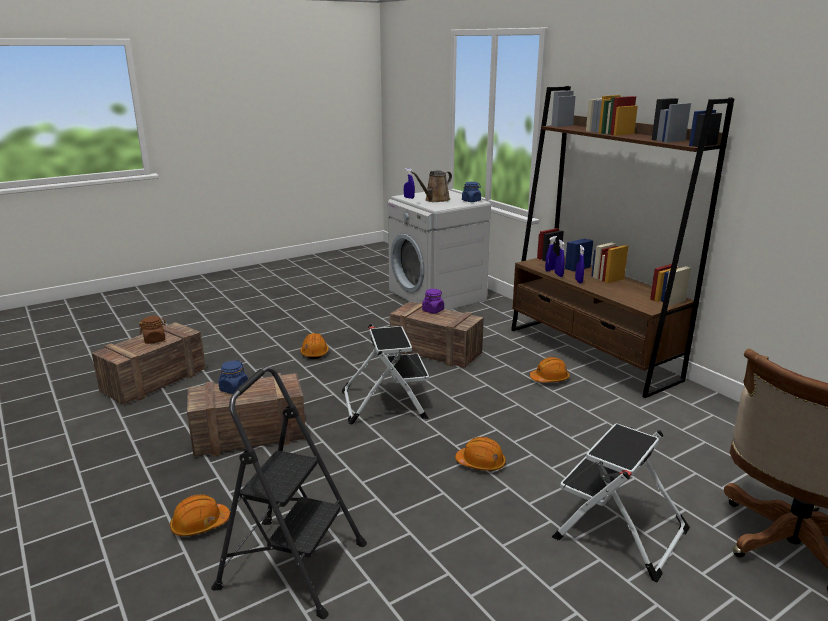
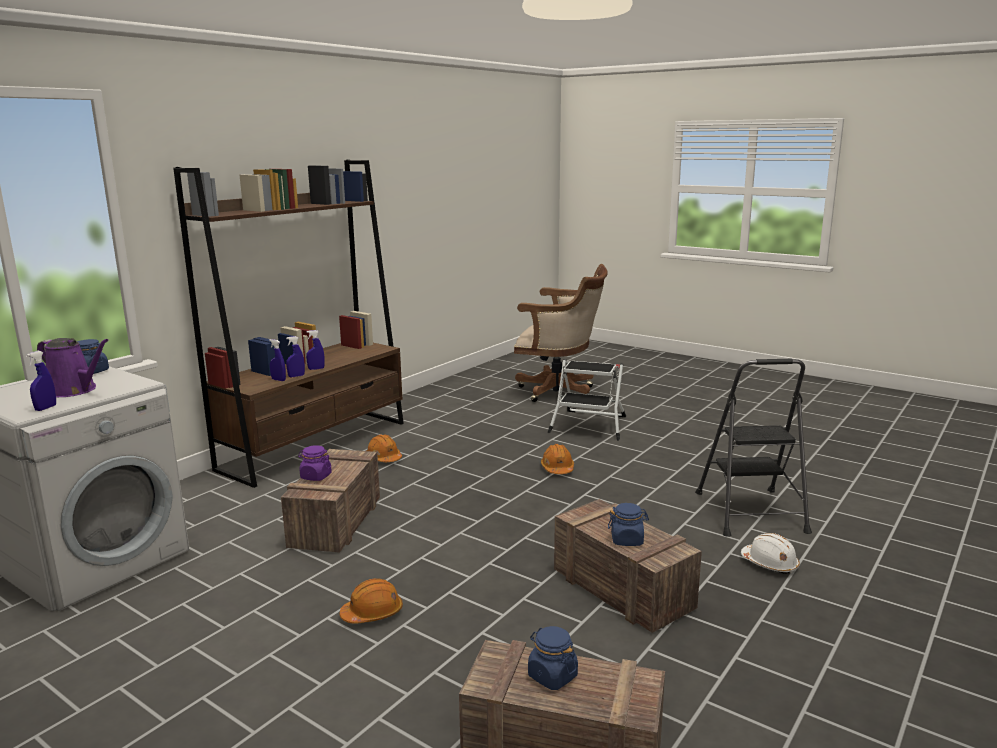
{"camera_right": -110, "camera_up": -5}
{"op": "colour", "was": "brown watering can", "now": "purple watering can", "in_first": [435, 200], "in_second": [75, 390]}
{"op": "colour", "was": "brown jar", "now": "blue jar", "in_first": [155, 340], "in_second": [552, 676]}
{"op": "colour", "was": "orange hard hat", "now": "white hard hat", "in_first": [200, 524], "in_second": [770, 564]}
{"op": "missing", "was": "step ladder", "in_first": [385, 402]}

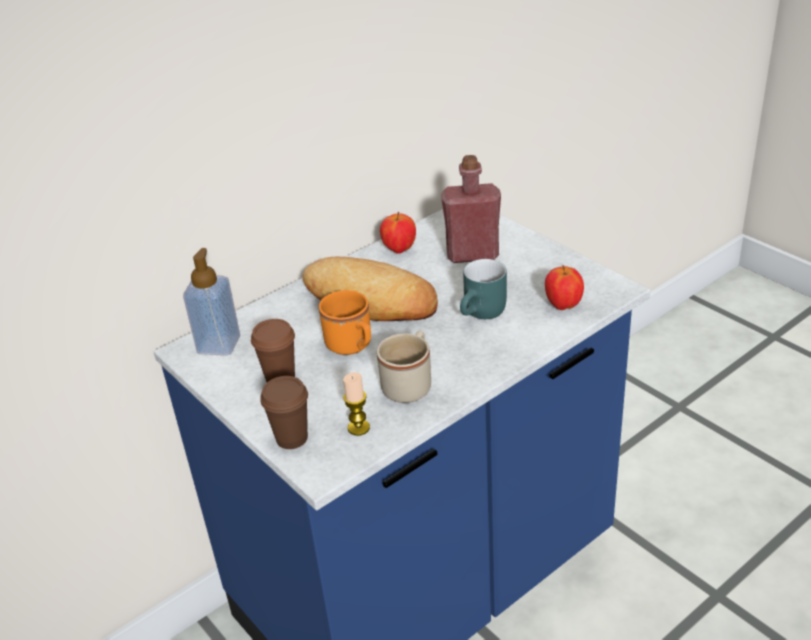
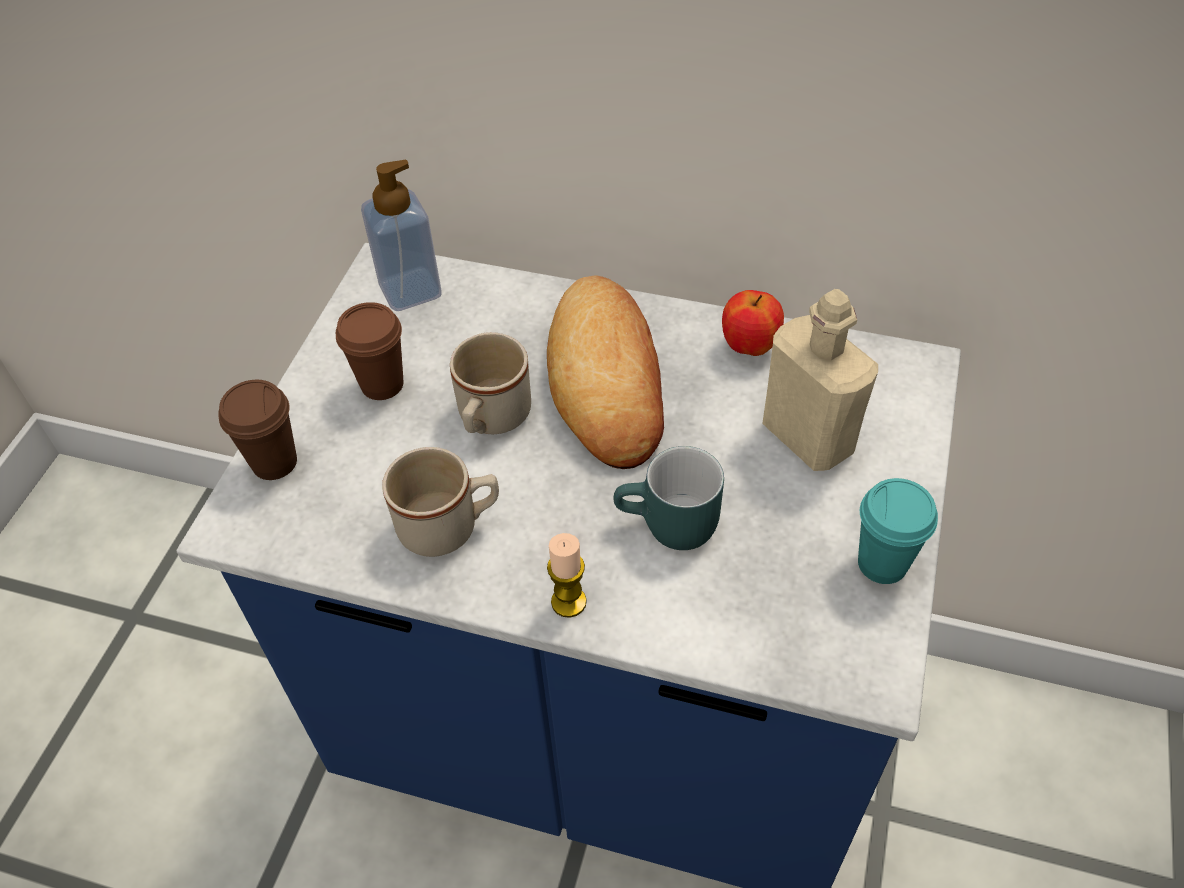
{"camera_right": 55, "camera_up": 15}
{"op": "colour", "was": "orange mug", "now": "beige mug", "in_first": [352, 346], "in_second": [491, 420]}
{"op": "relocated", "was": "candle", "in_first": [358, 428], "in_second": [568, 602]}
{"op": "colour", "was": "red bottle", "now": "beige bottle", "in_first": [472, 255], "in_second": [808, 437]}
{"op": "appeared", "now": "turquoise cup", "in_second": [882, 563]}
{"op": "missing", "was": "apple", "in_first": [563, 305]}

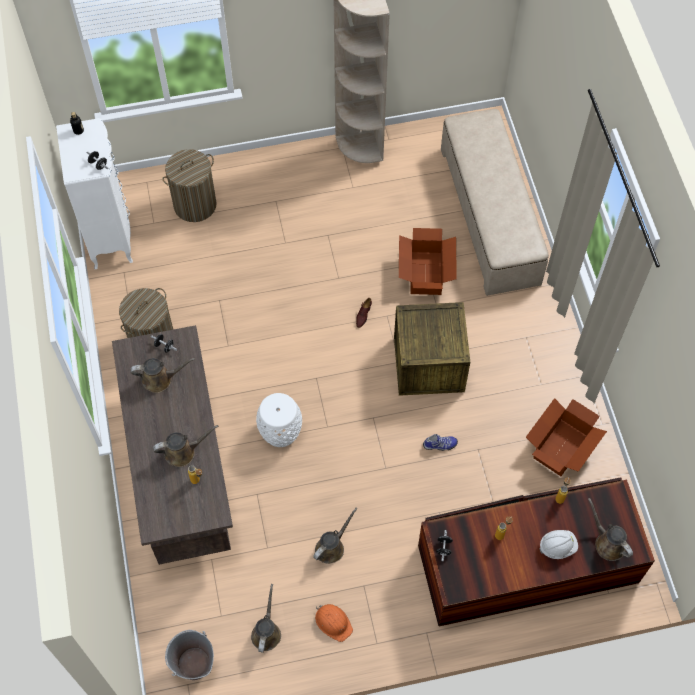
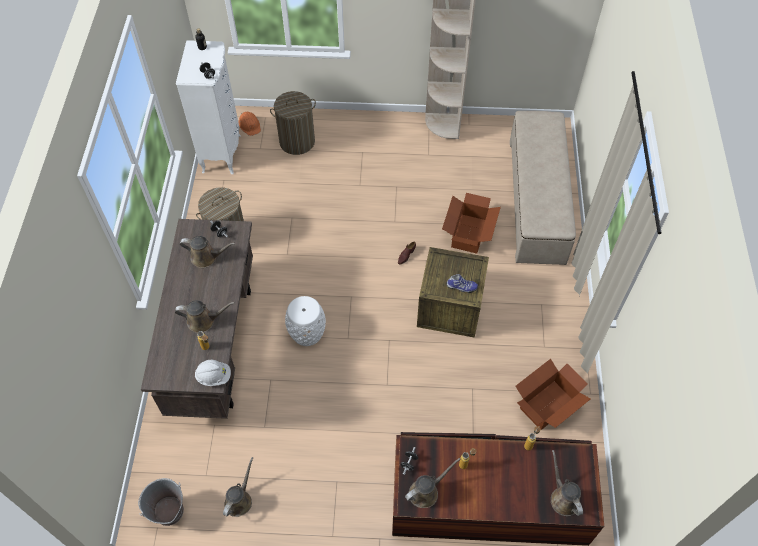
{"camera_right": 15, "camera_up": -5}
{"op": "relocated", "was": "white hard hat", "in_first": [557, 546], "in_second": [214, 376]}
{"op": "relocated", "was": "orange hard hat", "in_first": [333, 622], "in_second": [249, 125]}
{"op": "relocated", "was": "brown watering can", "in_first": [331, 547], "in_second": [426, 491]}
{"op": "relocated", "was": "shoe", "in_first": [440, 445], "in_second": [461, 287]}

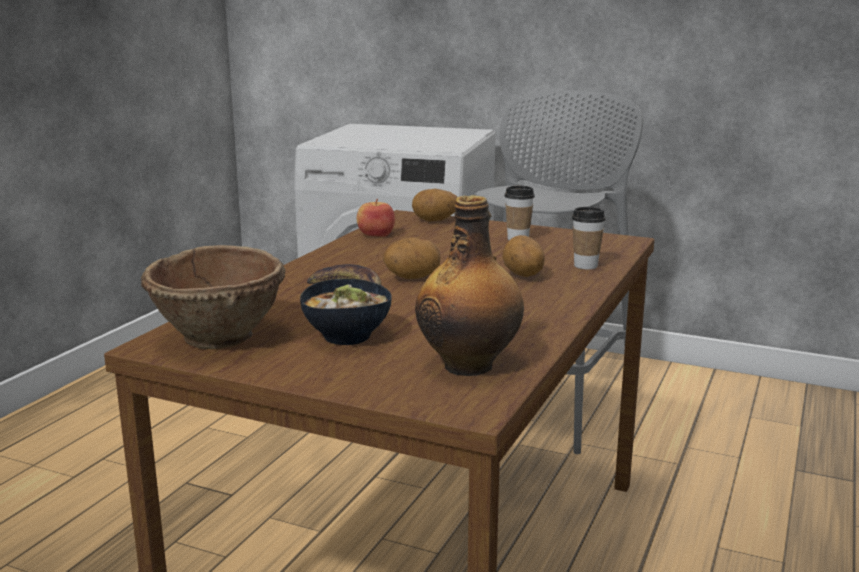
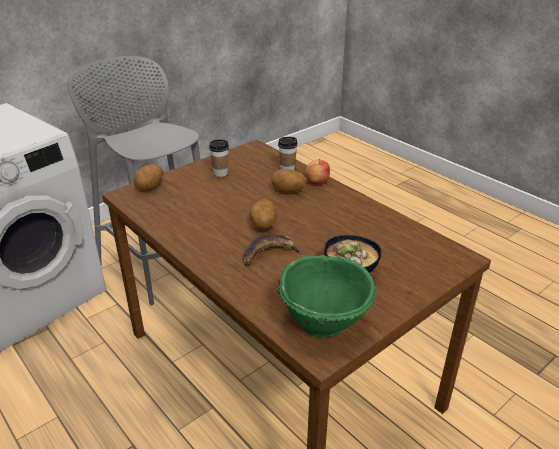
{"camera_right": -65, "camera_up": 15}
{"op": "colour", "was": "brown bowl", "now": "green bowl", "in_first": [220, 338], "in_second": [325, 322]}
{"op": "relocated", "was": "apple", "in_first": [376, 234], "in_second": [317, 182]}
{"op": "missing", "was": "bottle", "in_first": [470, 365]}

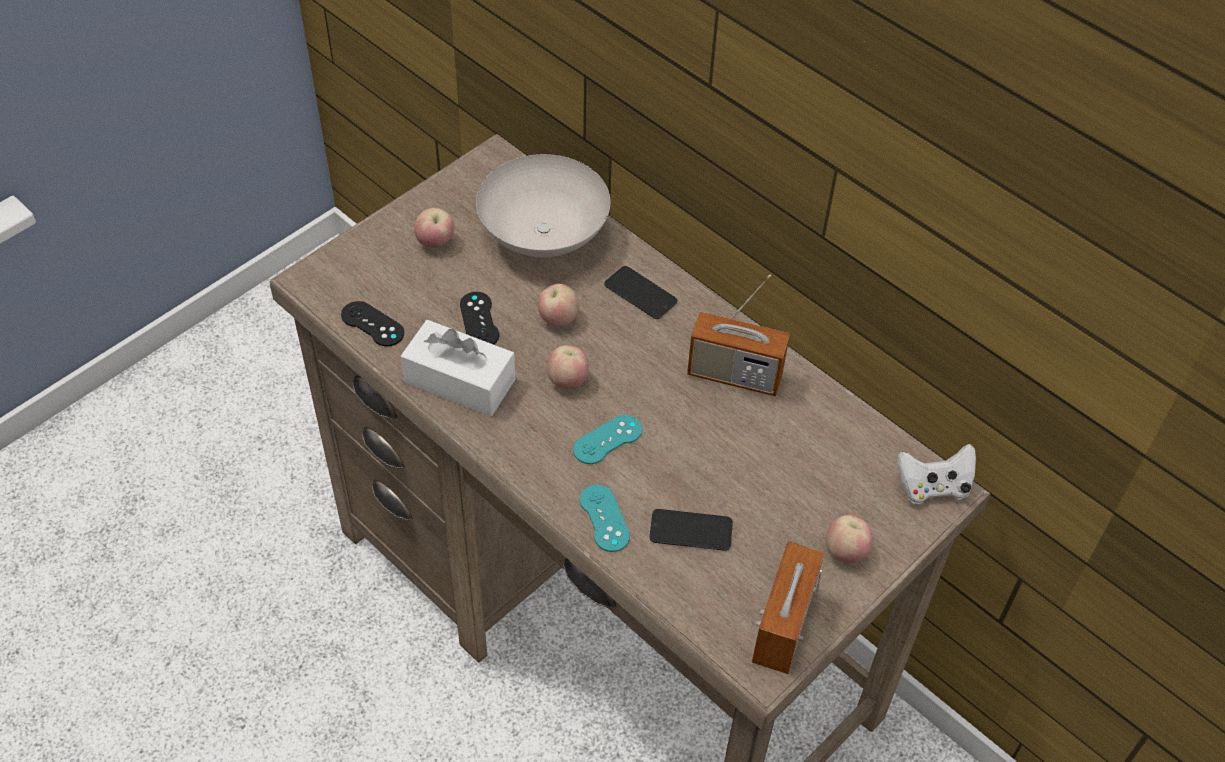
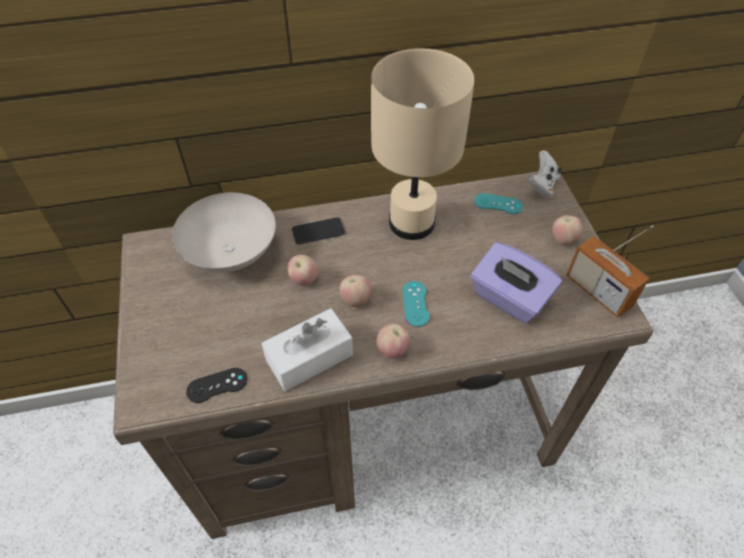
{"camera_right": -55, "camera_up": 0}
{"op": "exchanged", "was": "radio", "now": "beige table lamp", "in_first": [734, 375], "in_second": [412, 222]}
{"op": "relocated", "was": "apple", "in_first": [435, 242], "in_second": [392, 350]}
{"op": "exchanged", "was": "phone", "now": "purple tissue box", "in_first": [691, 531], "in_second": [509, 298]}
{"op": "relocated", "was": "turquoise game controller", "in_first": [604, 518], "in_second": [498, 204]}
{"op": "missing", "was": "black game controller", "in_first": [479, 320]}

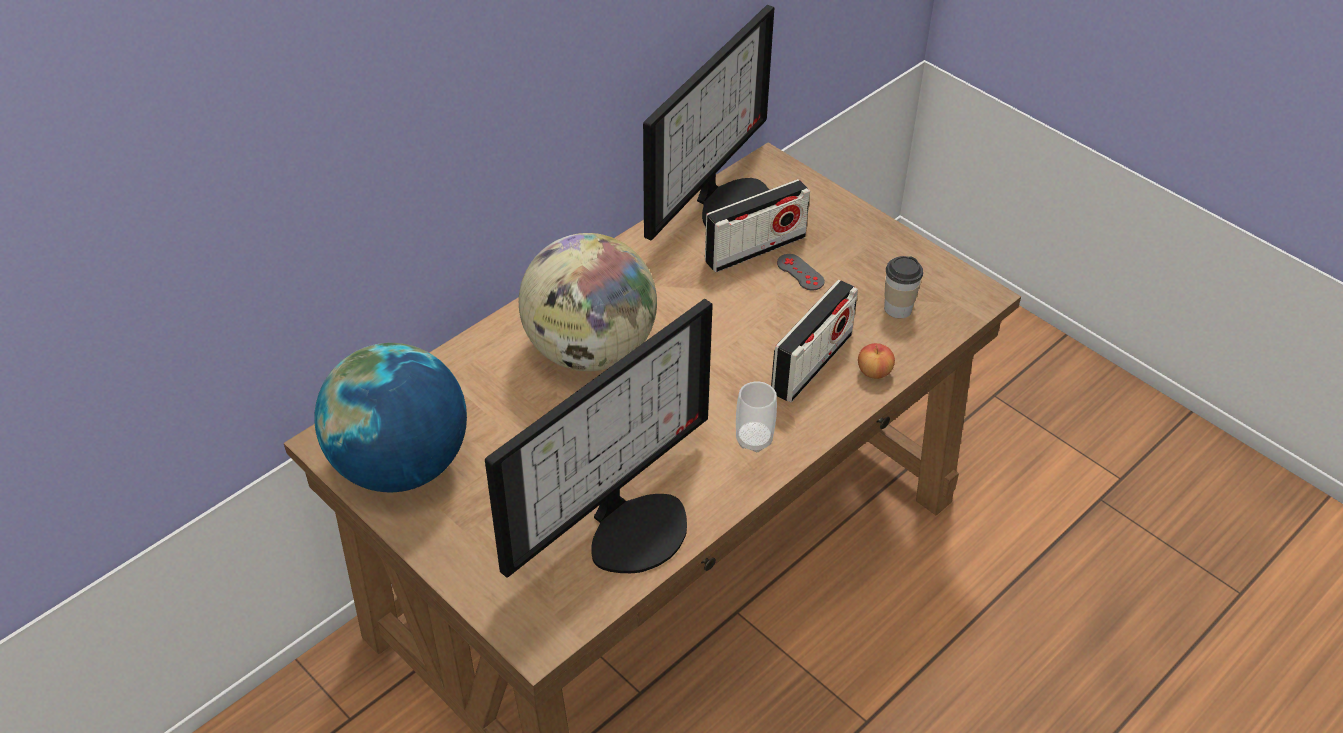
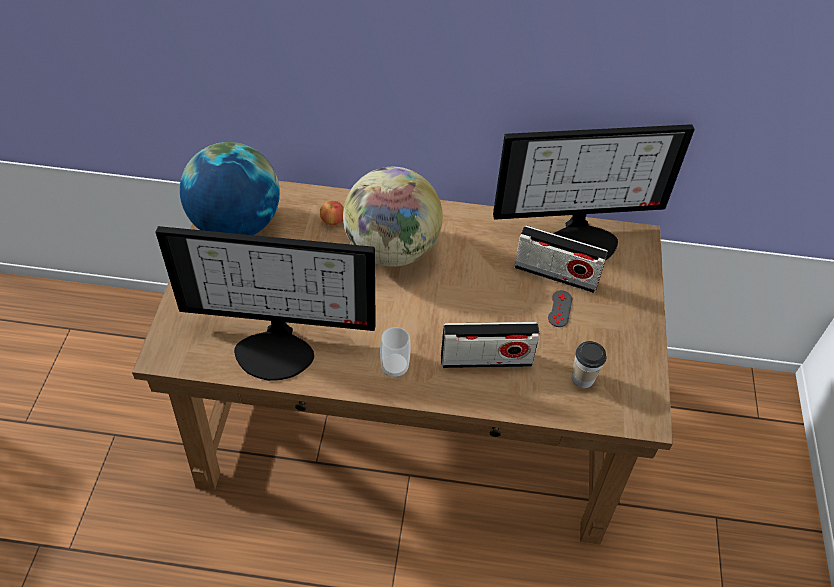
{"camera_right": 50, "camera_up": 5}
{"op": "relocated", "was": "apple", "in_first": [874, 372], "in_second": [332, 220]}

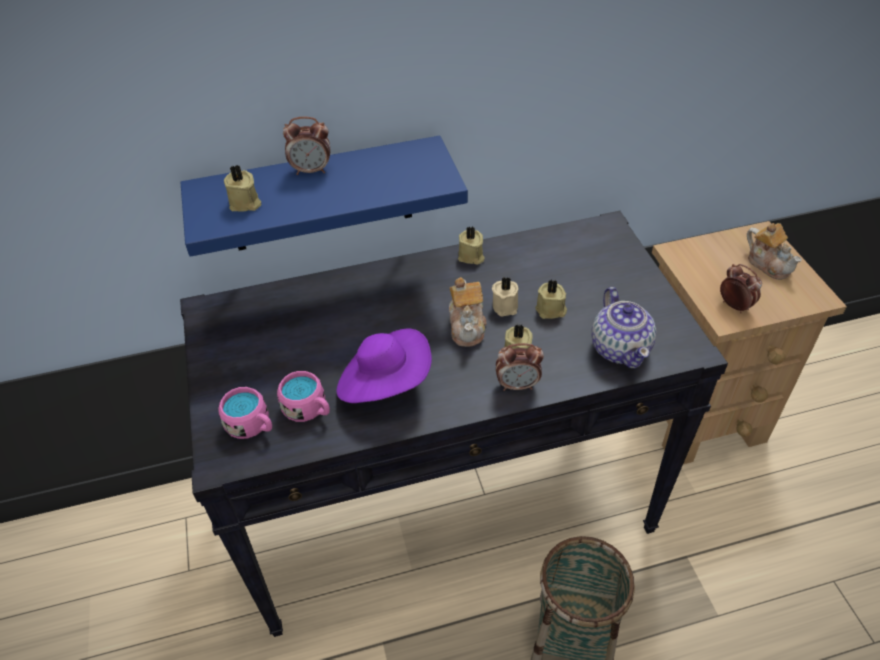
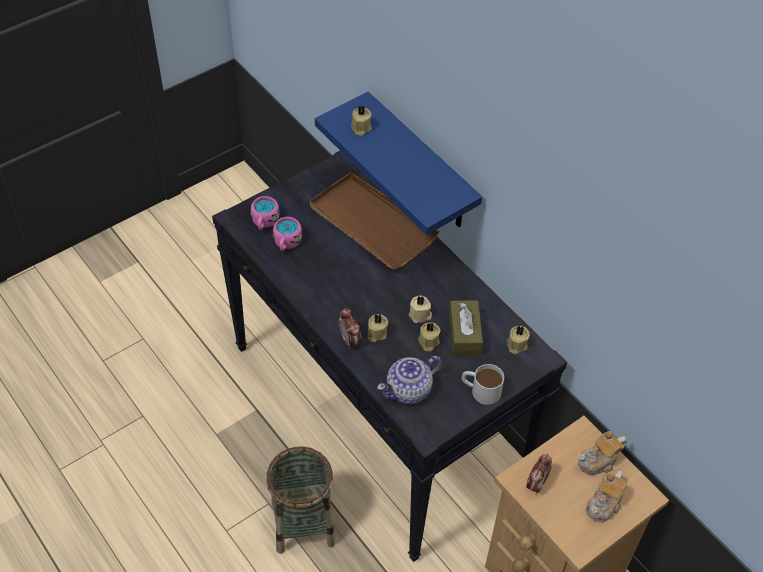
{"camera_right": 65, "camera_up": 5}
{"op": "appeared", "now": "brown tray", "in_second": [371, 224]}
{"op": "appeared", "now": "brown tissue box", "in_second": [464, 335]}
{"op": "appeared", "now": "white mug", "in_second": [480, 390]}
{"op": "relocated", "was": "beige candle", "in_first": [471, 257], "in_second": [516, 345]}
{"op": "relocated", "was": "teapot", "in_first": [467, 326], "in_second": [598, 461]}
{"op": "missing", "was": "alarm clock", "in_first": [311, 170]}
{"op": "missing", "was": "purple hat", "in_first": [385, 383]}

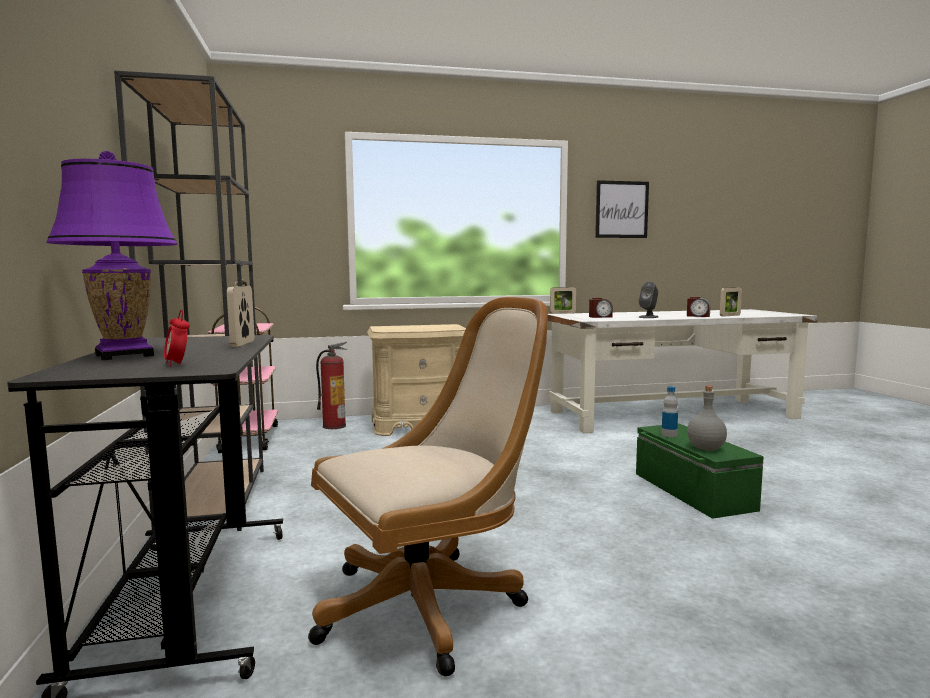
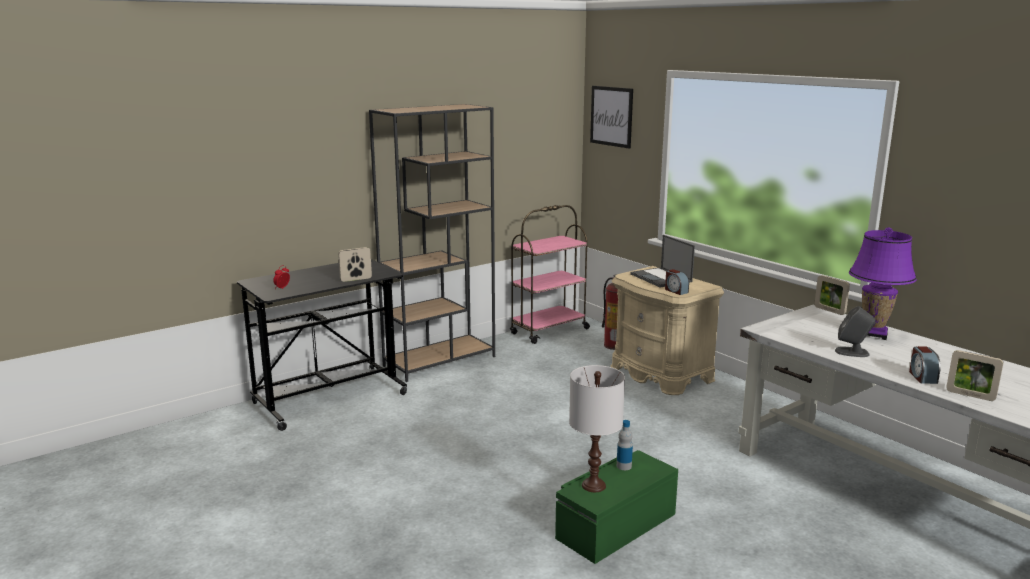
{"camera_right": 65, "camera_up": 10}
{"op": "exchanged", "was": "grey bottle", "now": "white table lamp", "in_first": [705, 448], "in_second": [594, 485]}
{"op": "relocated", "was": "picture", "in_first": [621, 209], "in_second": [611, 116]}
{"op": "appeared", "now": "laptop", "in_second": [661, 278]}
{"op": "relocated", "was": "alarm clock", "in_first": [600, 317], "in_second": [675, 291]}
{"op": "relocated", "was": "purple table lamp", "in_first": [124, 355], "in_second": [873, 334]}
{"op": "missing", "was": "office chair", "in_first": [432, 601]}

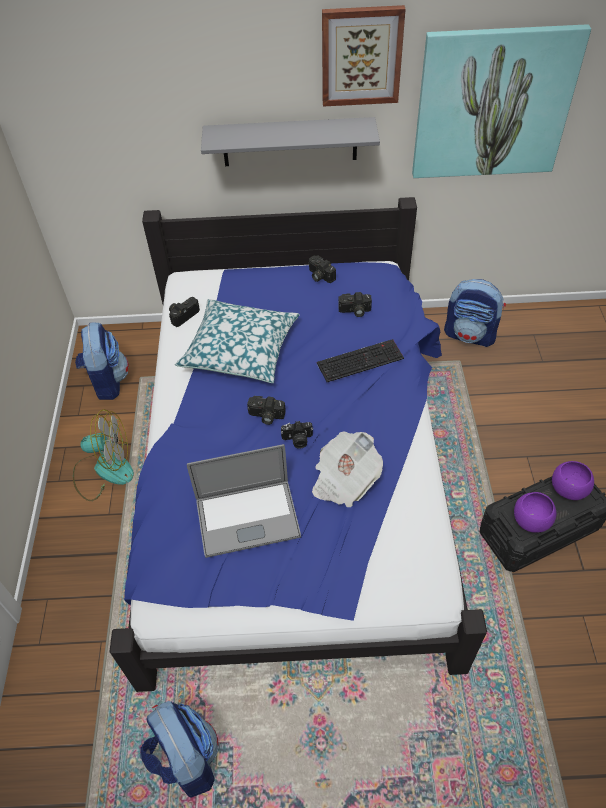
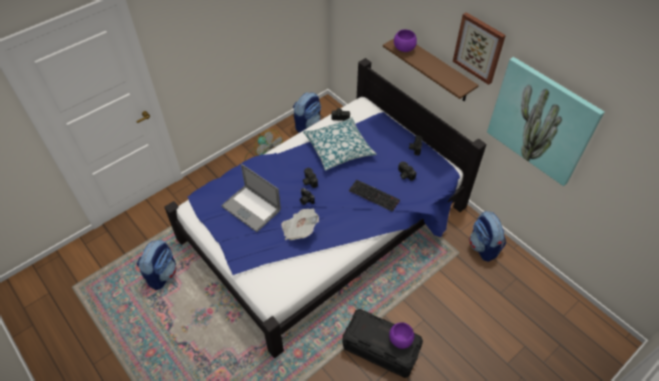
{"camera_right": 50, "camera_up": 0}
{"op": "colour", "was": "grey shelf", "now": "brown shelf", "in_first": [289, 142], "in_second": [436, 69]}
{"op": "relocated", "was": "purple bowl", "in_first": [530, 520], "in_second": [404, 48]}

